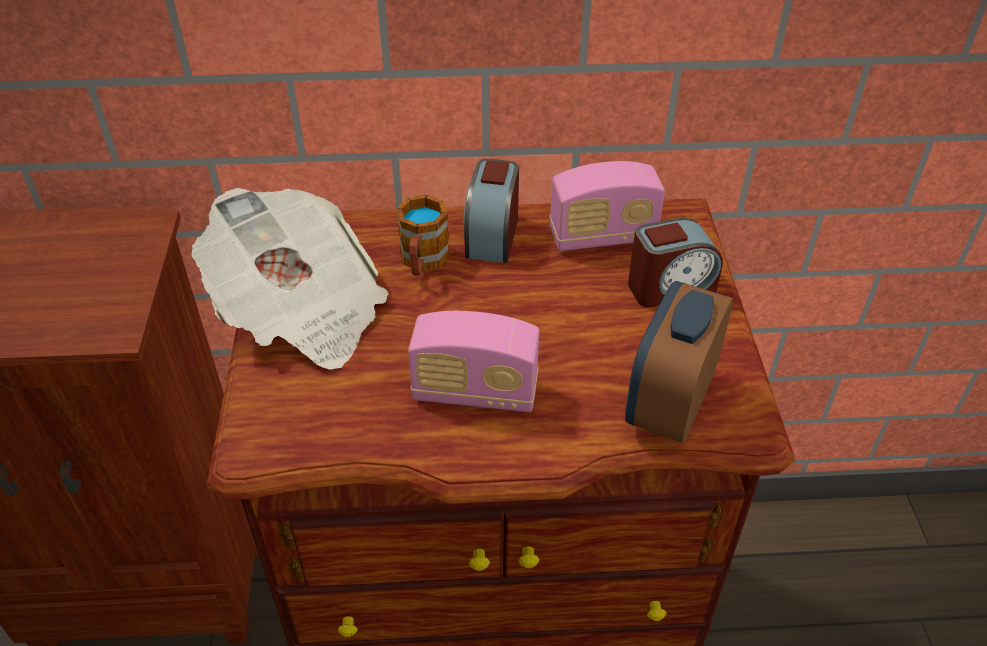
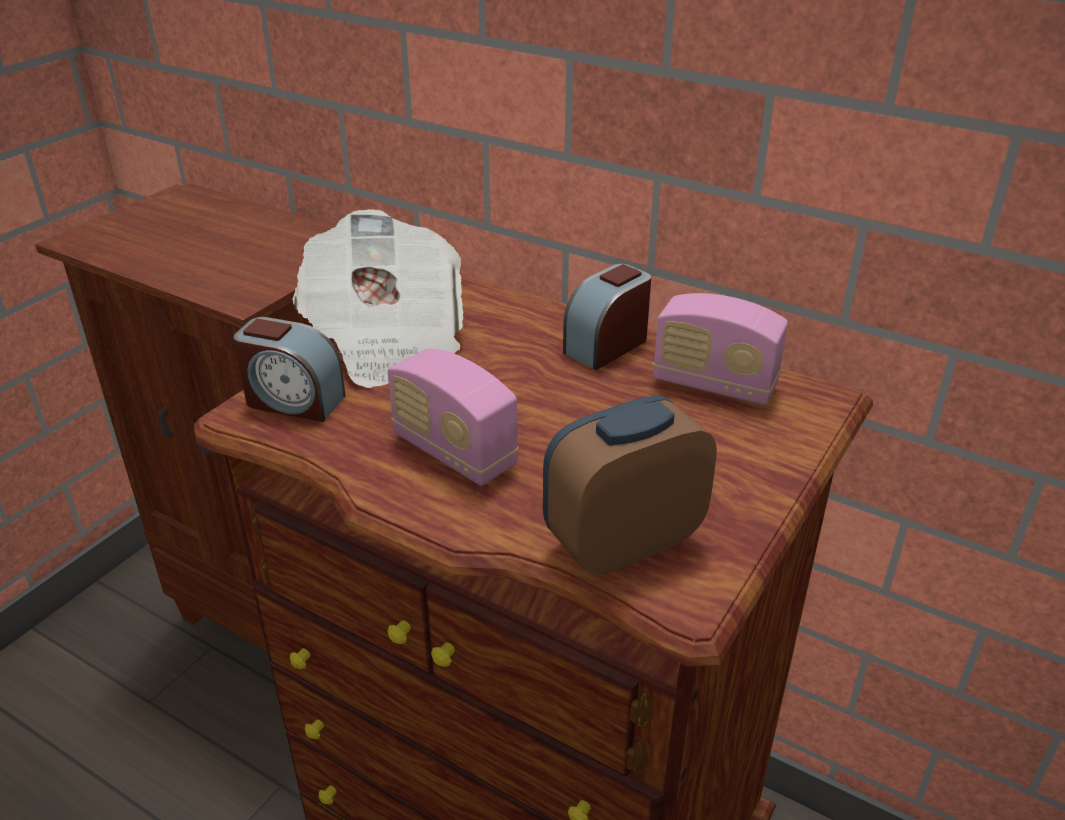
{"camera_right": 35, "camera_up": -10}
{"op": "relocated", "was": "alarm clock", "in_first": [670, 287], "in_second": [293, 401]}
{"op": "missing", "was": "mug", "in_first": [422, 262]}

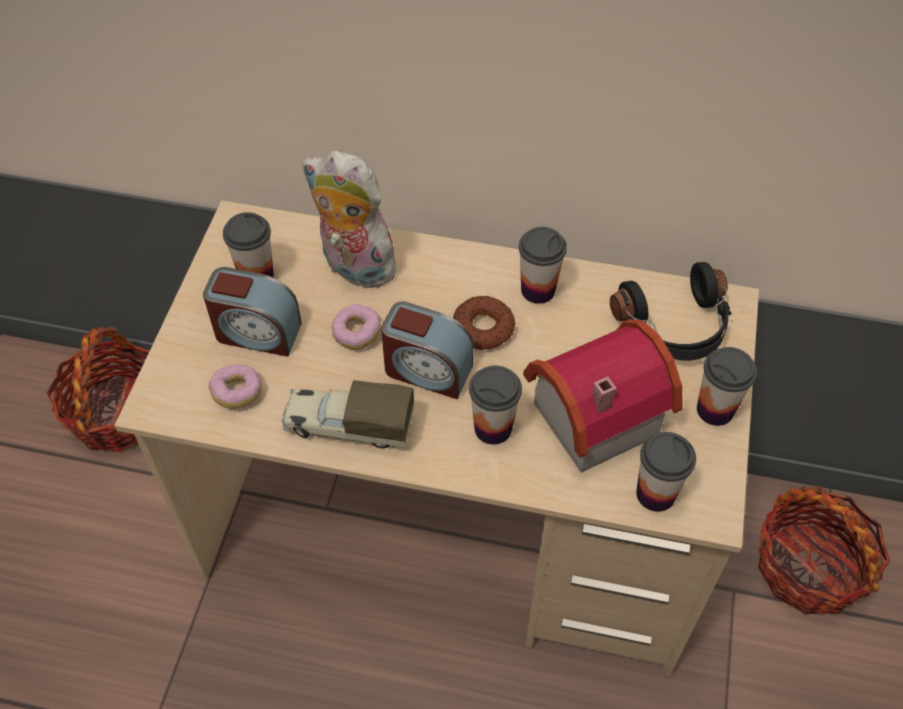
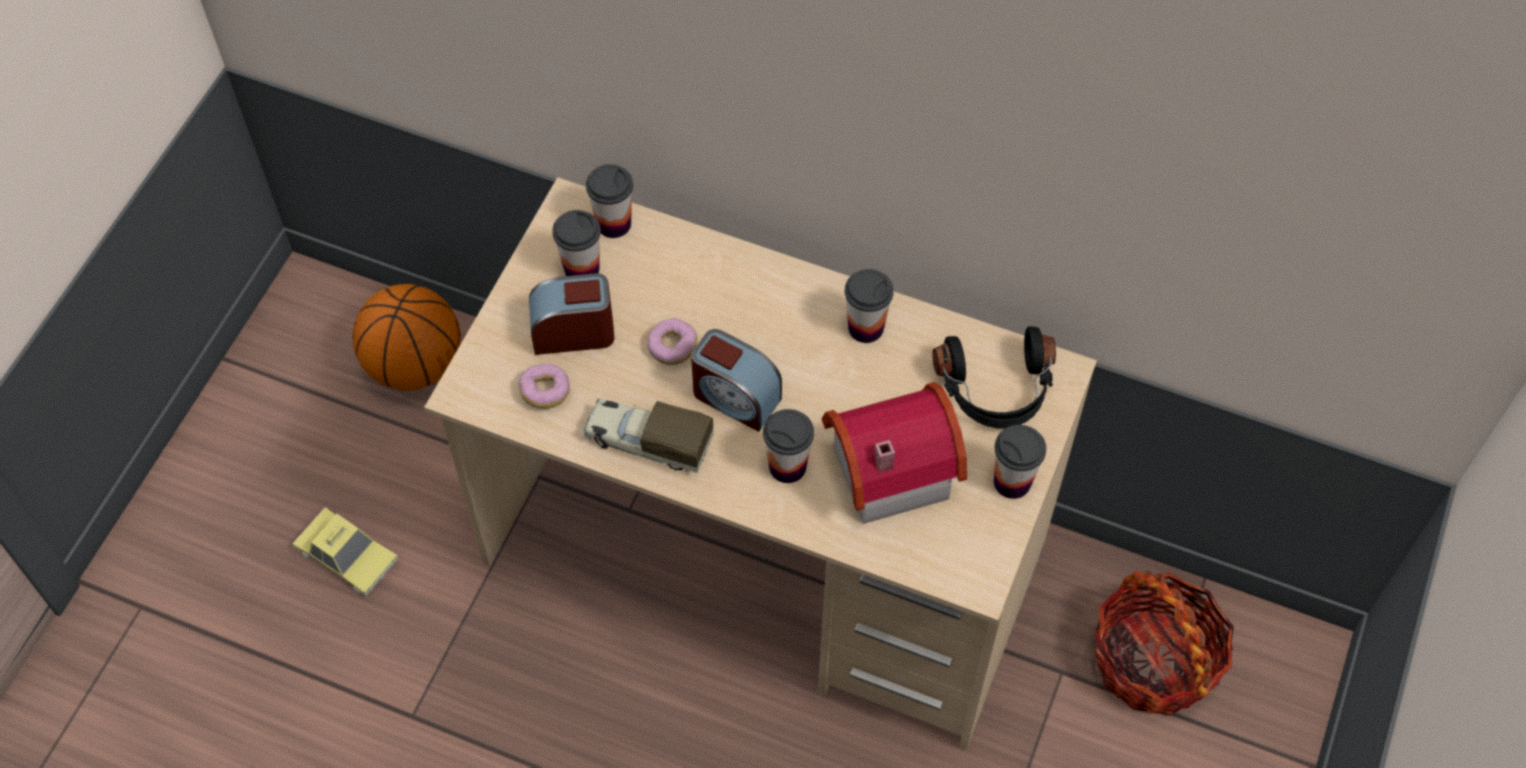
{"camera_right": 10, "camera_up": 5}
{"op": "appeared", "now": "toy car", "in_second": [347, 556]}
{"op": "exchanged", "was": "basket", "now": "basketball", "in_first": [118, 412], "in_second": [415, 365]}
{"op": "spun", "was": "alarm clock", "in_first": [257, 332], "in_second": [573, 332], "clockwise": 150}
{"op": "relocated", "was": "cup", "in_first": [655, 494], "in_second": [613, 224]}
{"op": "missing", "was": "plush toy", "in_first": [354, 267]}
{"op": "missing", "was": "donut", "in_first": [483, 328]}

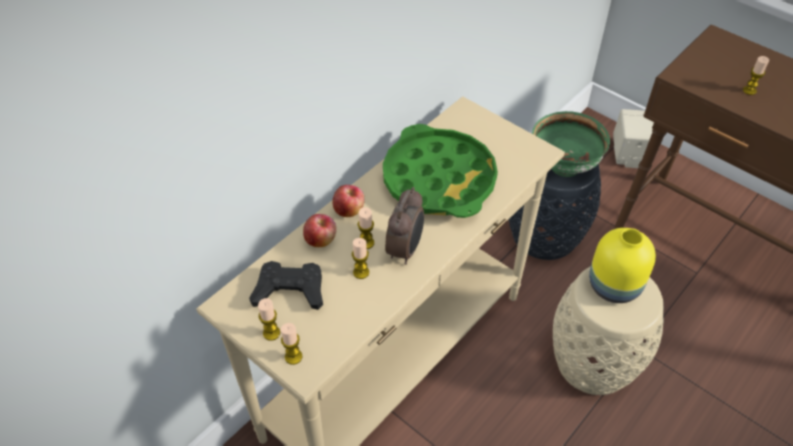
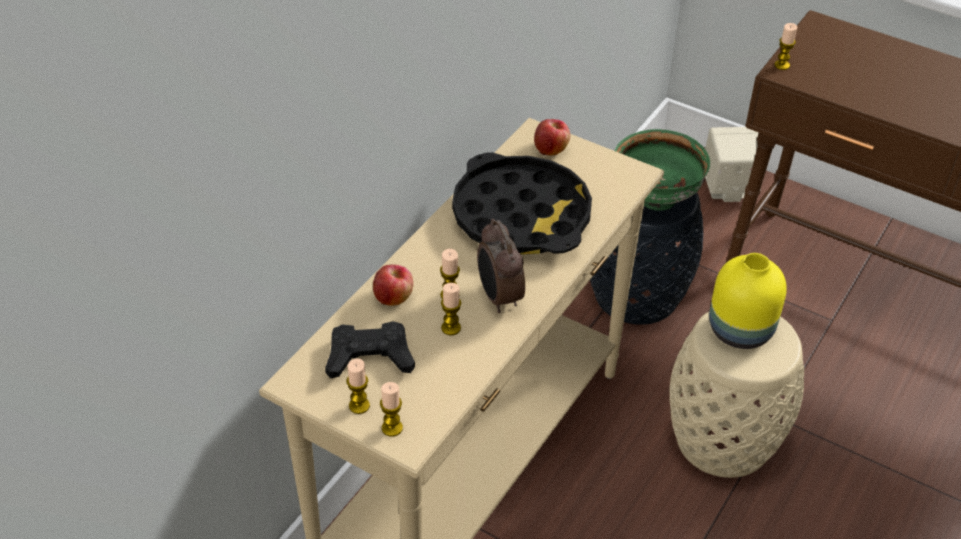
{"camera_right": -10, "camera_up": -5}
{"op": "colour", "was": "green tray", "now": "black tray", "in_first": [439, 179], "in_second": [521, 215]}
{"op": "spun", "was": "alarm clock", "in_first": [405, 249], "in_second": [498, 297], "clockwise": 150}
{"op": "relocated", "was": "apple", "in_first": [349, 210], "in_second": [551, 149]}
{"op": "relocated", "was": "candle", "in_first": [749, 90], "in_second": [782, 65]}

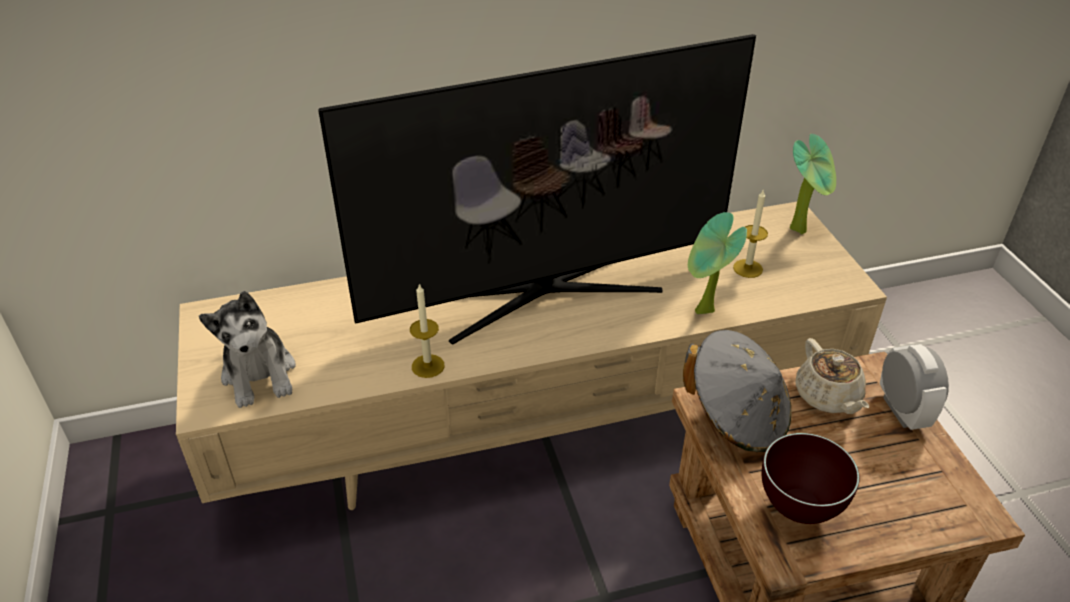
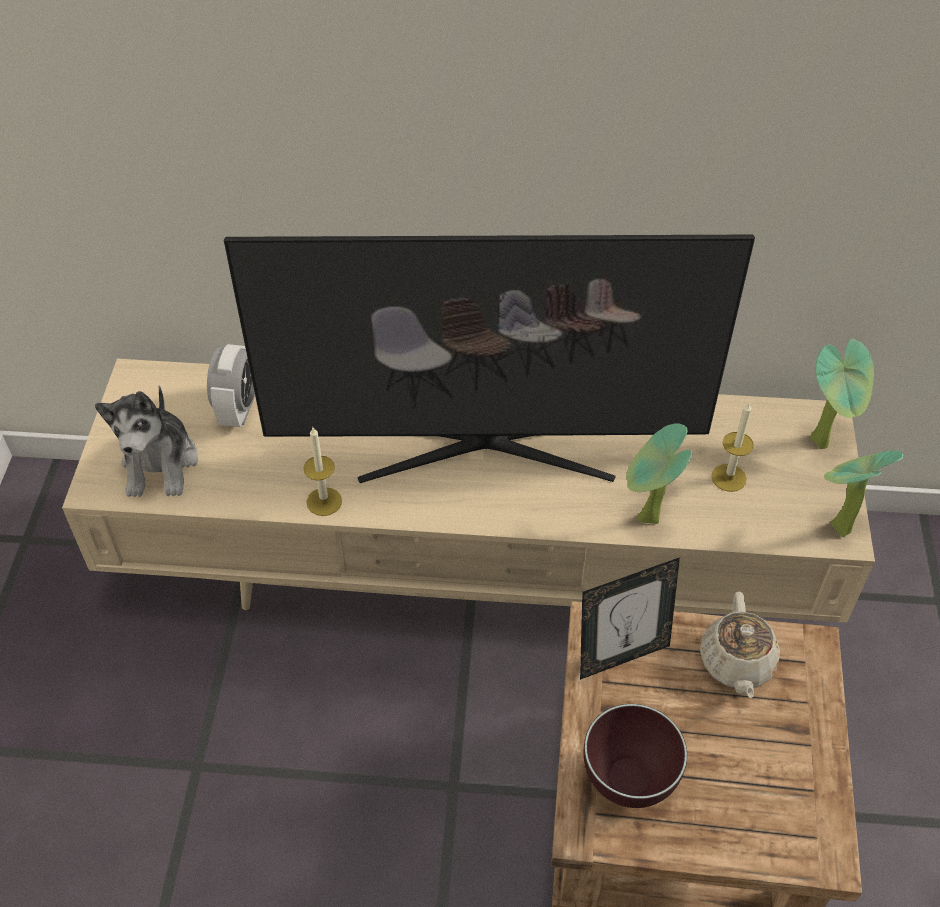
{"camera_right": 20, "camera_up": 10}
{"op": "relocated", "was": "alarm clock", "in_first": [902, 411], "in_second": [239, 408]}
{"op": "exchanged", "was": "grey hat", "now": "picture frame", "in_first": [736, 417], "in_second": [621, 655]}
{"op": "appeared", "now": "potted plant", "in_second": [835, 528]}

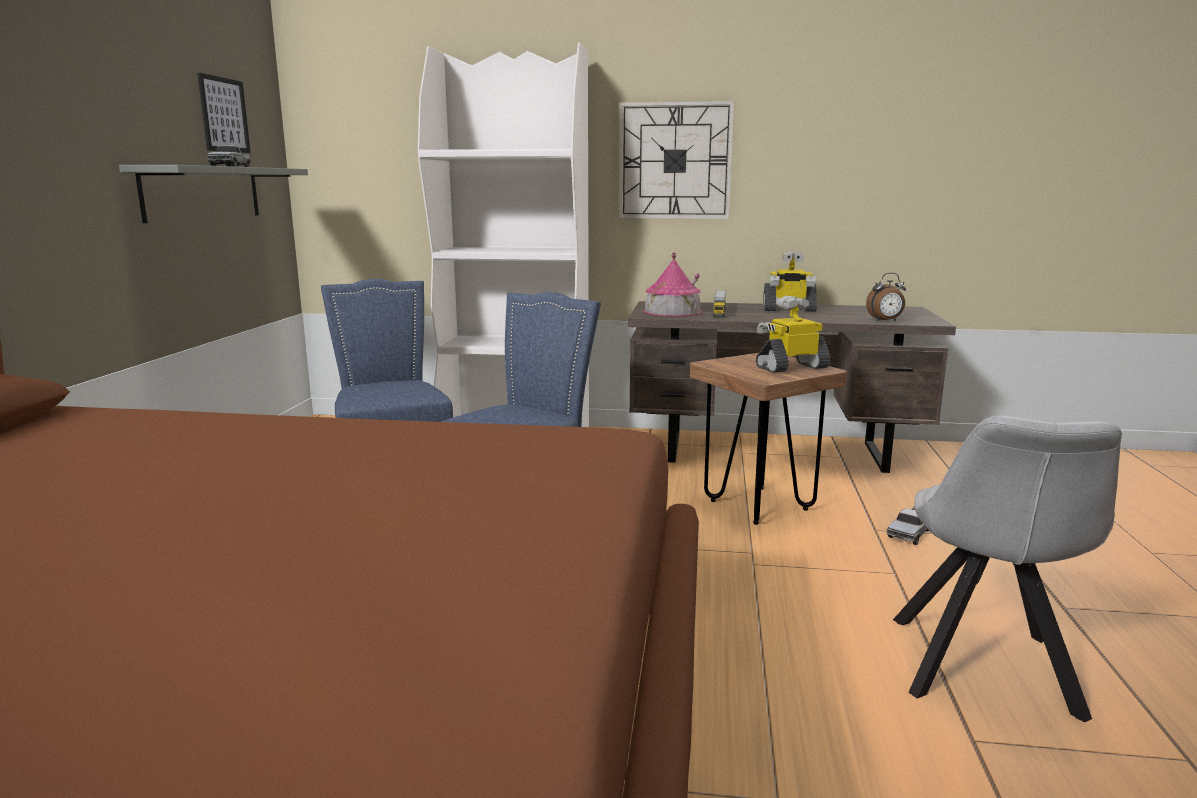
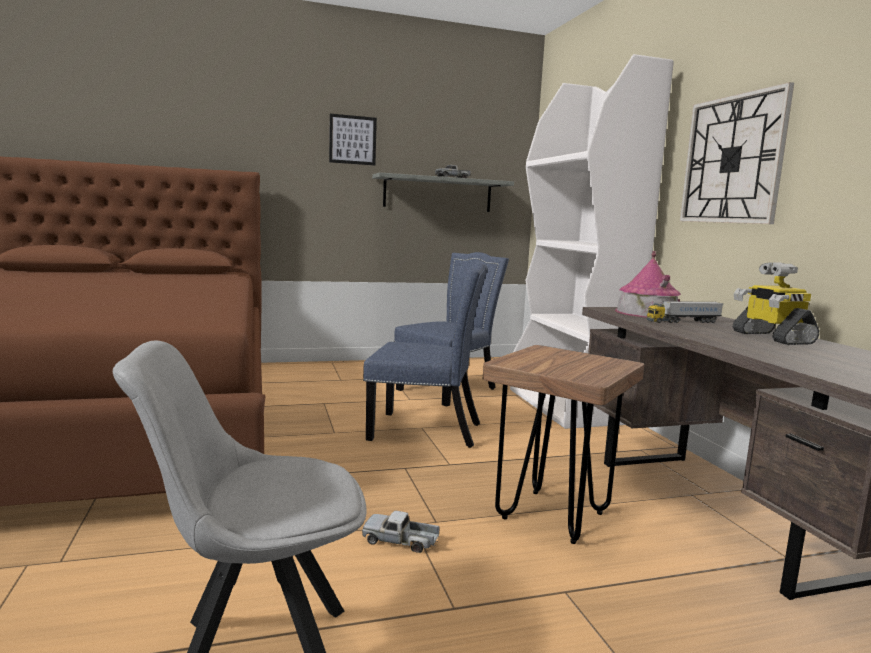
{"camera_right": 65, "camera_up": -5}
{"op": "relocated", "was": "picture", "in_first": [224, 115], "in_second": [352, 140]}
{"op": "relocated", "was": "toy truck", "in_first": [910, 533], "in_second": [400, 541]}
{"op": "missing", "was": "toy robot", "in_first": [791, 367]}
{"op": "missing", "was": "alarm clock", "in_first": [885, 321]}

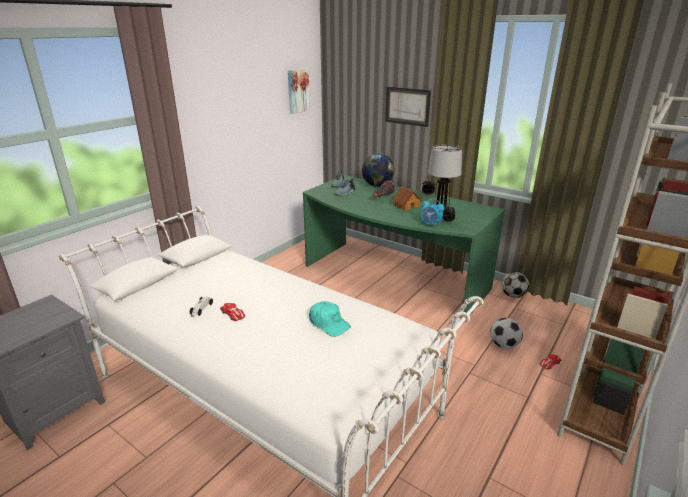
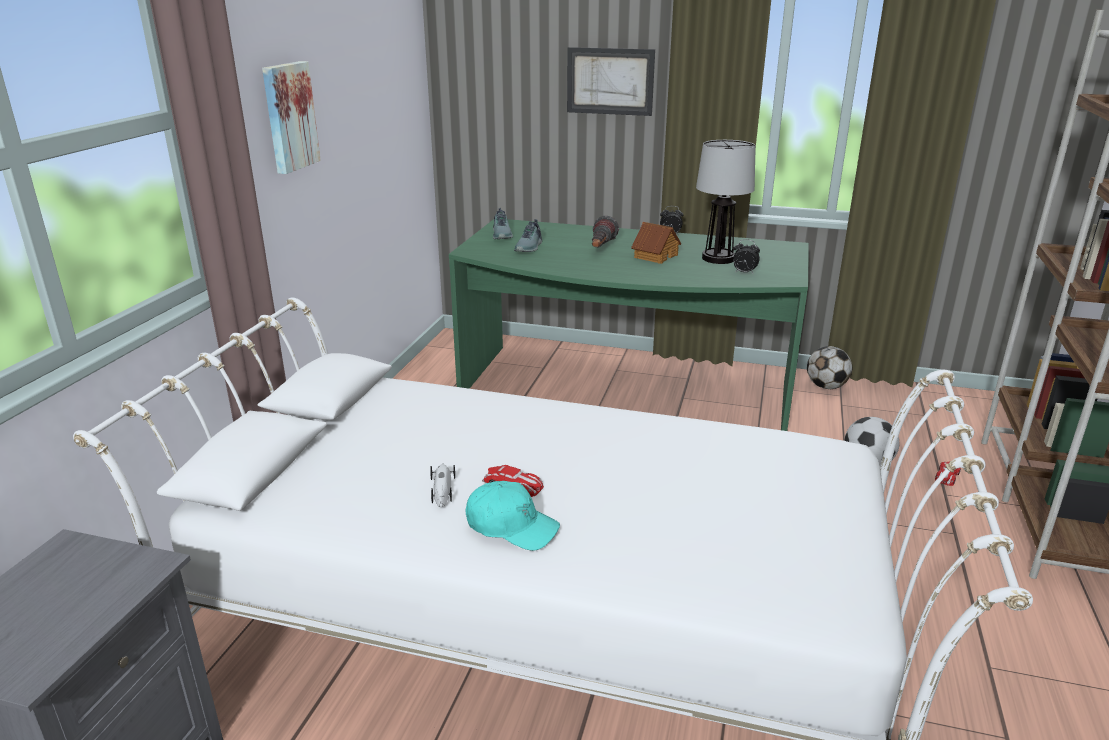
{"camera_right": -20, "camera_up": 0}
{"op": "relocated", "was": "picture", "in_first": [297, 90], "in_second": [288, 116]}
{"op": "relocated", "was": "turquoise cap", "in_first": [329, 324], "in_second": [511, 526]}
{"op": "missing", "was": "globe", "in_first": [377, 185]}
{"op": "missing", "was": "alarm clock", "in_first": [430, 225]}

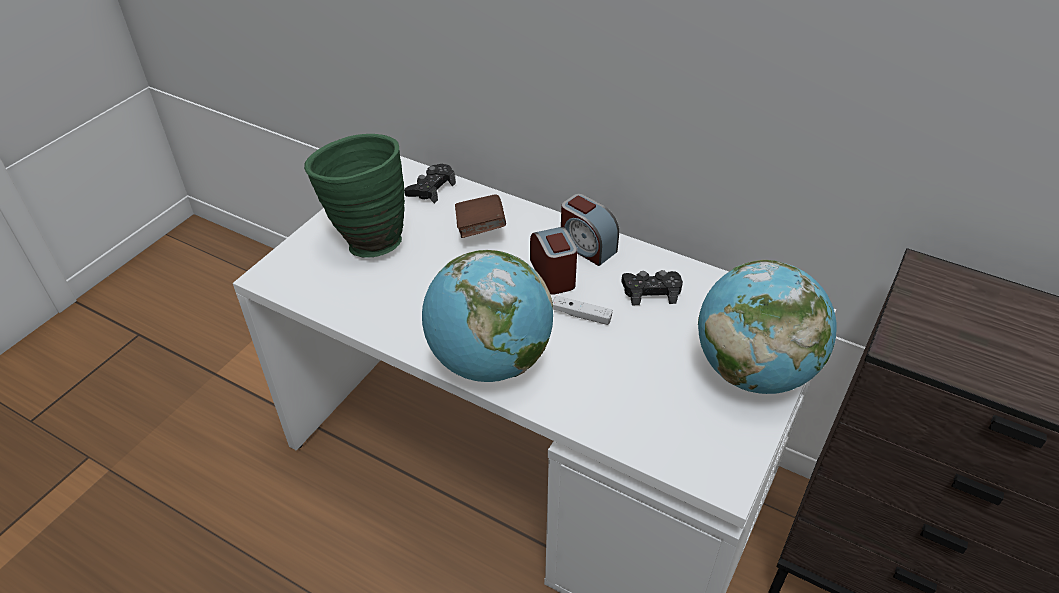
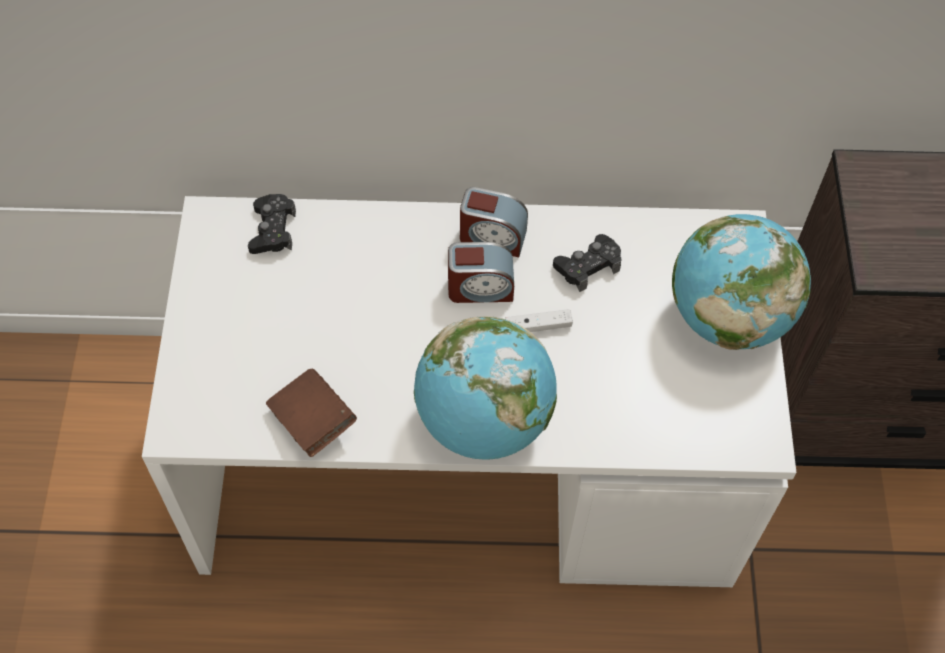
{"camera_right": -30, "camera_up": 15}
{"op": "relocated", "was": "brown book", "in_first": [480, 229], "in_second": [313, 422]}
{"op": "spun", "was": "alarm clock", "in_first": [553, 274], "in_second": [480, 288], "clockwise": 135}
{"op": "missing", "was": "green vase", "in_first": [366, 240]}

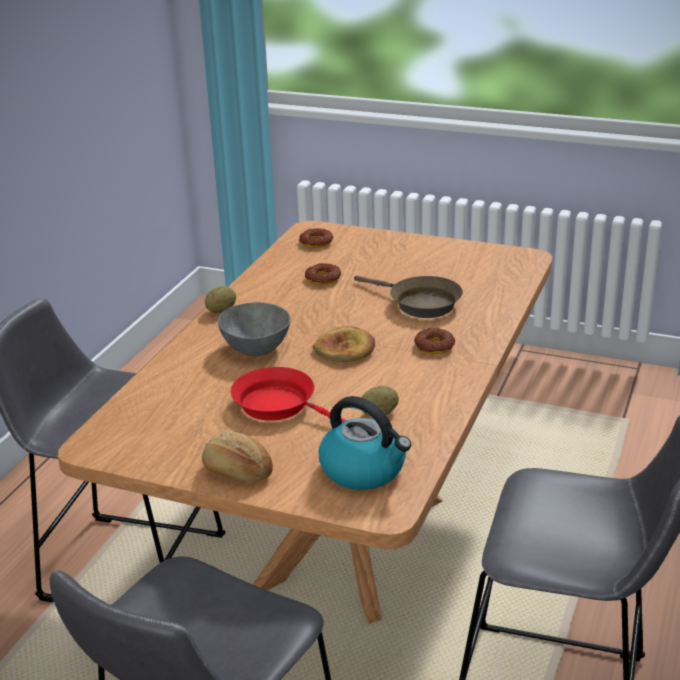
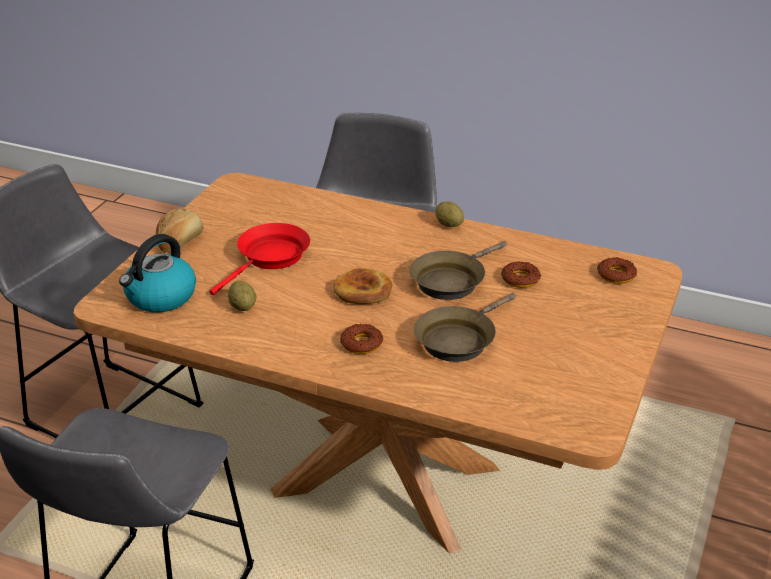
{"camera_right": 90, "camera_up": 5}
{"op": "appeared", "now": "brown frying pan", "in_second": [451, 280]}
{"op": "missing", "was": "grey bowl", "in_first": [256, 347]}

